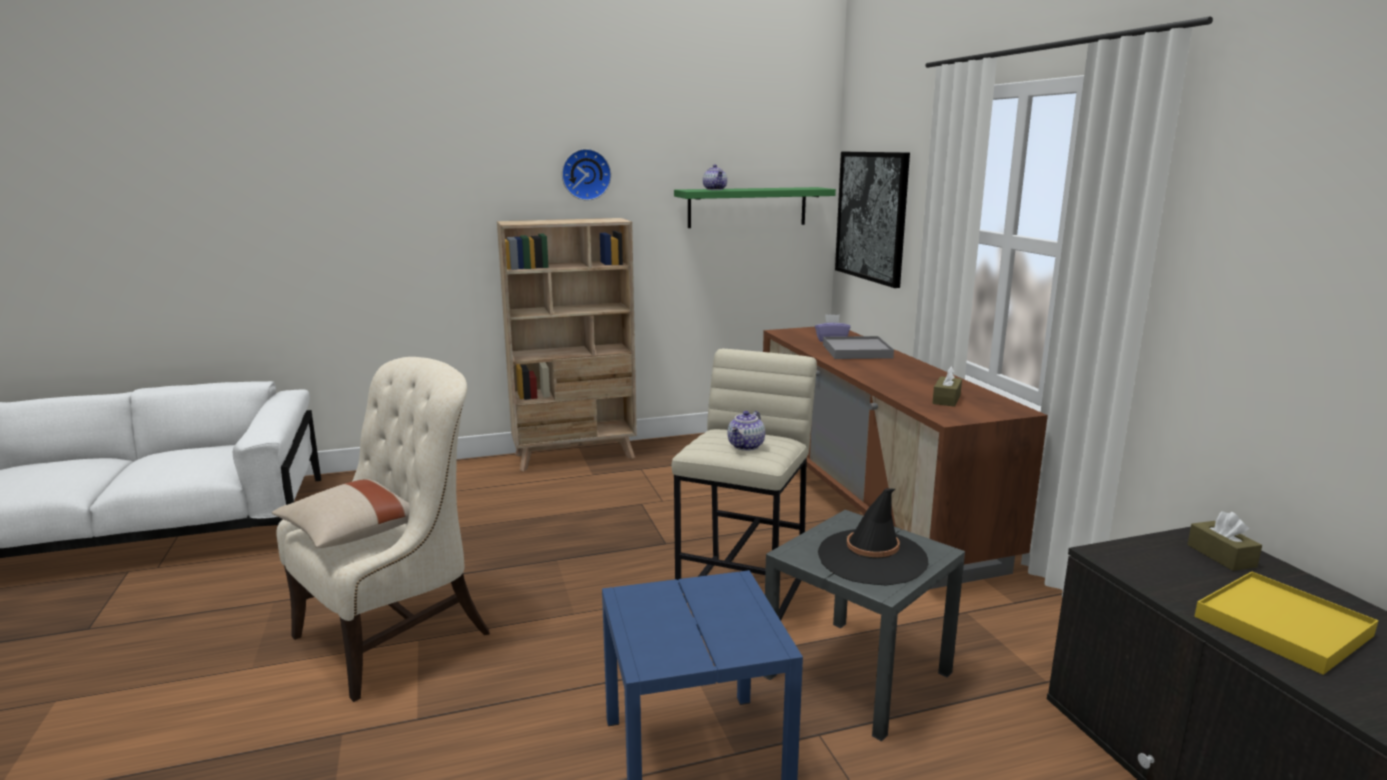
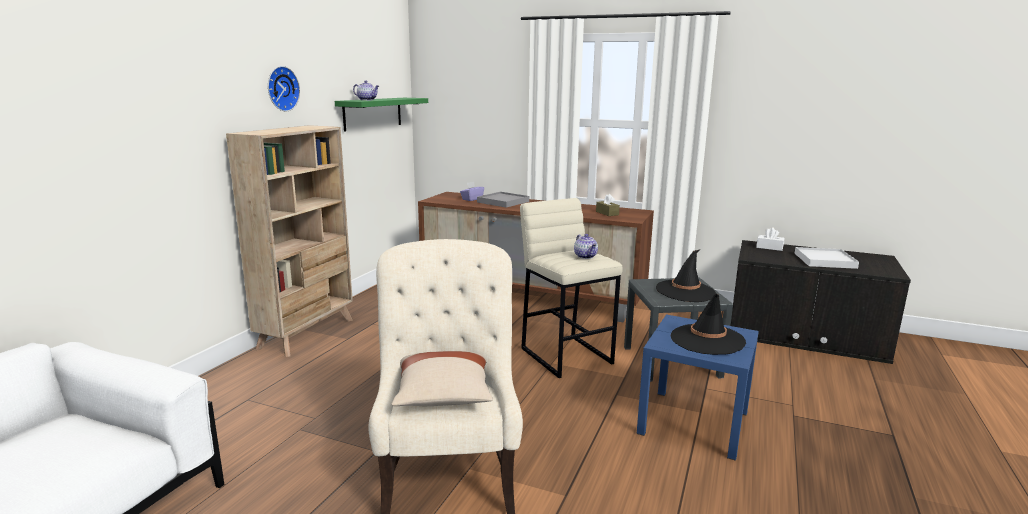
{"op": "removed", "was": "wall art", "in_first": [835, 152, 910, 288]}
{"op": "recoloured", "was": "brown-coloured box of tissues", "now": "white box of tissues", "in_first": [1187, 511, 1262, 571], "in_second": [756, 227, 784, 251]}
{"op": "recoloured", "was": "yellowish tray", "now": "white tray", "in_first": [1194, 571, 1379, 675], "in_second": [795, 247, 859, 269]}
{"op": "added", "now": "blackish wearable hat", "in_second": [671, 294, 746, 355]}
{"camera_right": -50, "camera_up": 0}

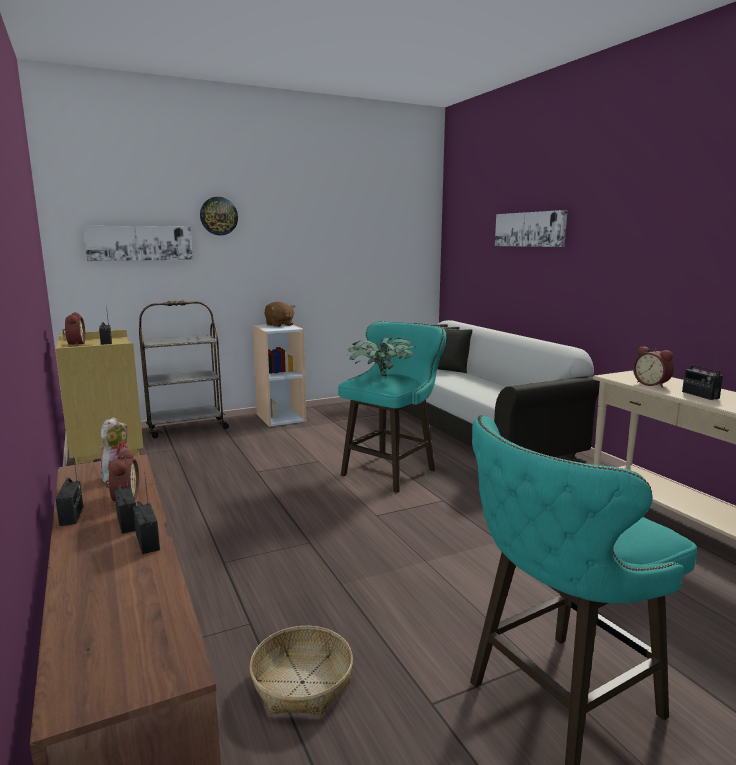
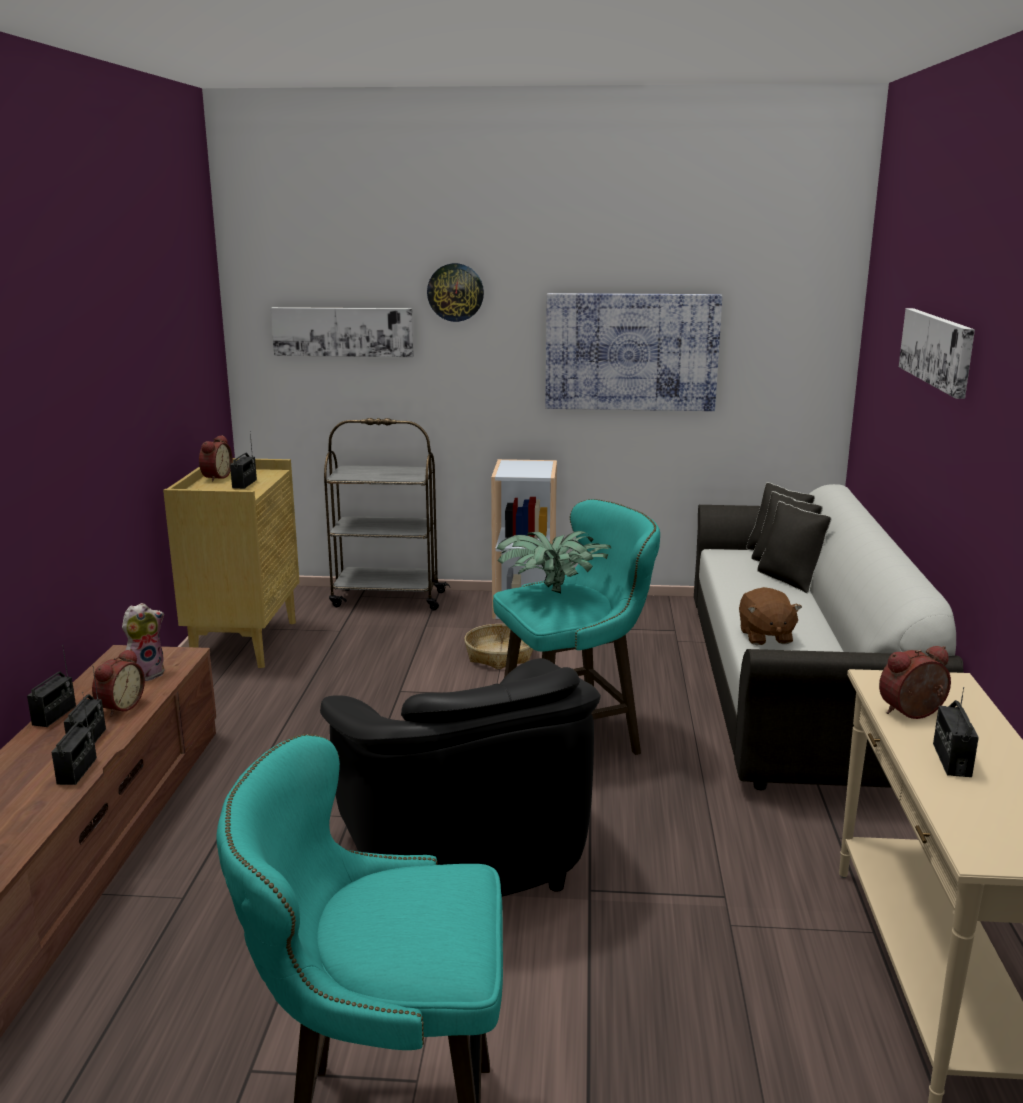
{"op": "moved", "was": "brown-coloured cuddly toy", "in_first": [265, 302, 295, 327], "in_second": [739, 587, 802, 645]}
{"op": "turned", "was": "alarm clock", "in_first": [633, 346, 674, 388], "in_second": [879, 646, 951, 719], "clockwise": 75}
{"op": "moved", "was": "storage basket", "in_first": [250, 626, 353, 716], "in_second": [464, 624, 533, 670]}
{"op": "added", "now": "wall art", "in_second": [546, 293, 722, 411]}
{"op": "added", "now": "blackish easy chair", "in_second": [320, 658, 601, 897]}
{"camera_right": 30, "camera_up": 5}

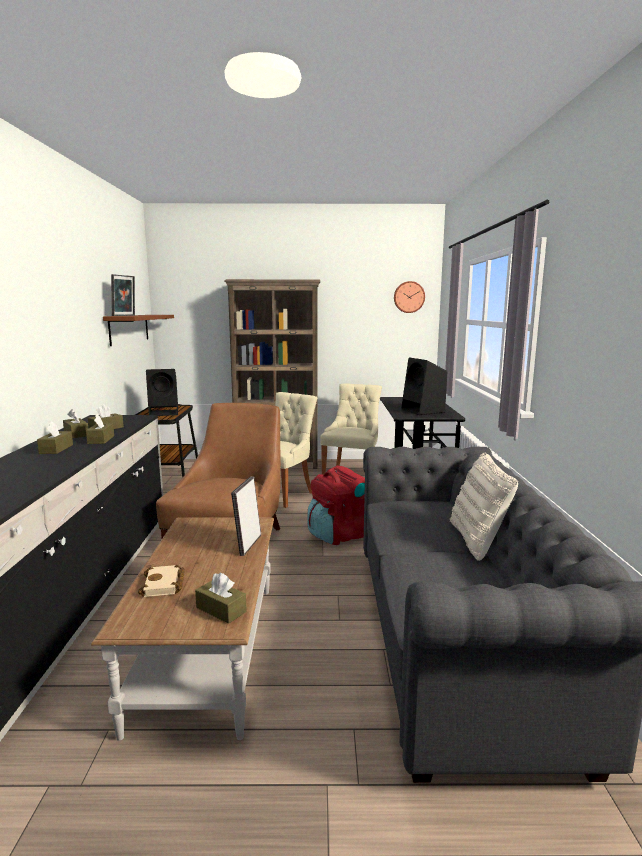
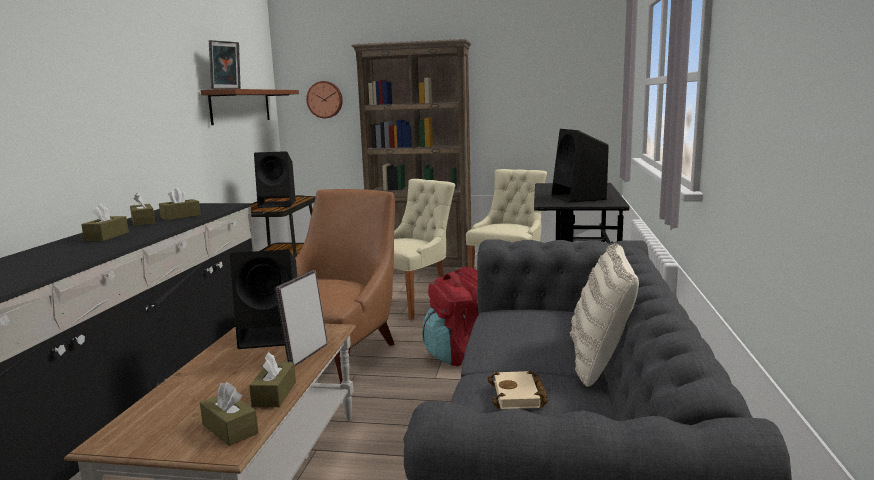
{"op": "moved", "was": "clock on the wall", "in_first": [394, 281, 425, 313], "in_second": [306, 81, 343, 118]}
{"op": "moved", "was": "brown-coloured box of tissues", "in_first": [86, 414, 114, 444], "in_second": [249, 352, 296, 407]}
{"op": "moved", "was": "sand-coloured book", "in_first": [138, 565, 185, 597], "in_second": [487, 371, 548, 409]}
{"op": "added", "now": "blackish audio speaker", "in_second": [230, 249, 297, 349]}
{"camera_right": 10, "camera_up": 0}

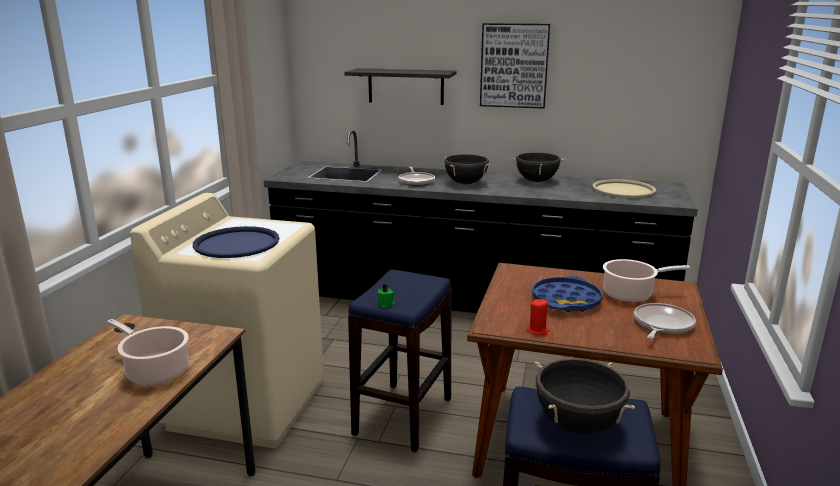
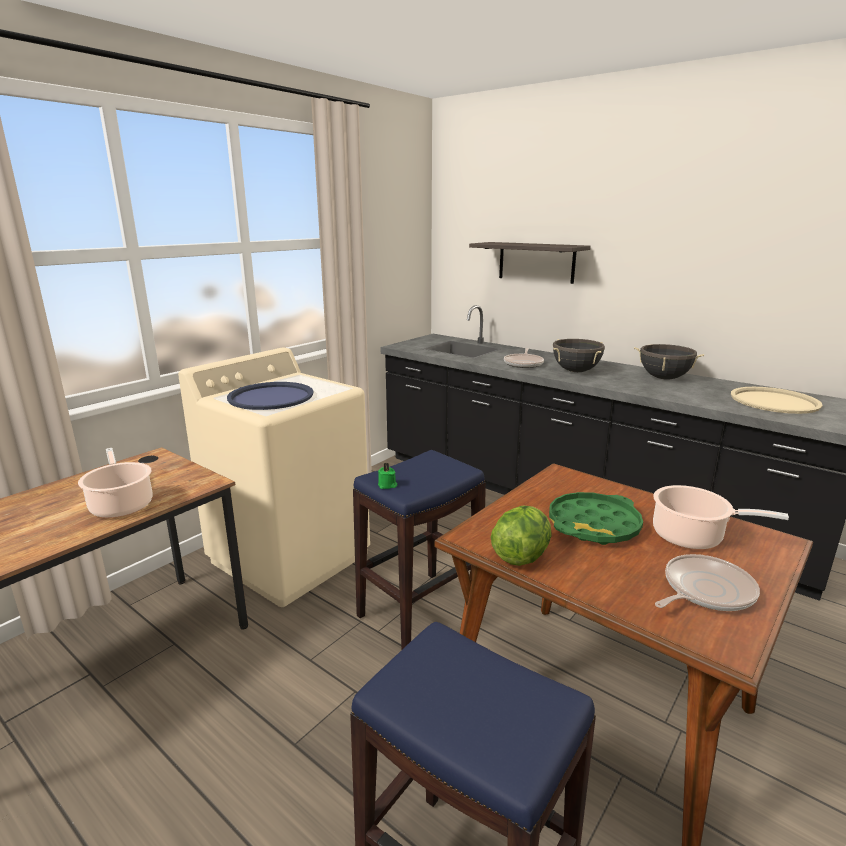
{"op": "removed", "was": "wall art", "in_first": [480, 23, 550, 109]}
{"op": "recoloured", "was": "blue-coloured tray", "now": "green-coloured tray", "in_first": [532, 276, 603, 312], "in_second": [549, 492, 643, 545]}
{"op": "replaced", "was": "red wax candle", "now": "lettuce", "in_first": [527, 299, 550, 335], "in_second": [491, 506, 552, 566]}
{"op": "removed", "was": "blackish stockpot", "in_first": [535, 358, 635, 434]}
{"camera_right": 25, "camera_up": 0}

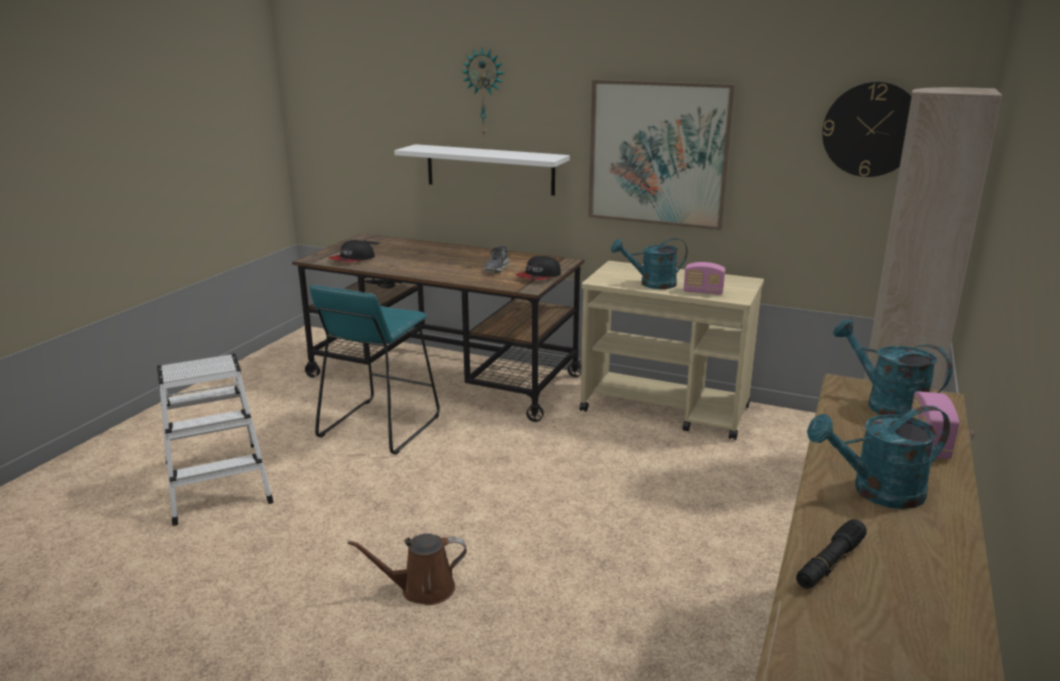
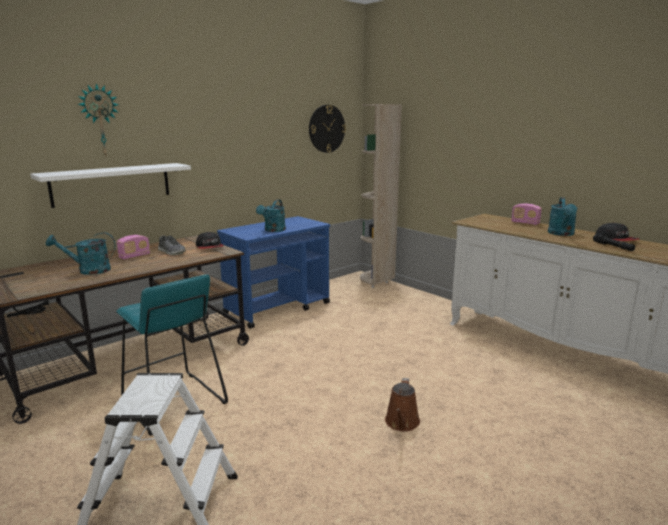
{"op": "removed", "was": "wall art", "in_first": [588, 79, 735, 230]}
{"op": "moved", "was": "cap", "in_first": [328, 240, 375, 262], "in_second": [595, 222, 639, 241]}
{"op": "recoloured", "was": "sand-coloured trolley", "now": "blue-coloured trolley", "in_first": [579, 261, 764, 440], "in_second": [217, 216, 330, 329]}
{"op": "moved", "was": "radio", "in_first": [683, 262, 725, 295], "in_second": [117, 235, 150, 260]}
{"op": "moved", "was": "turquoise watering pot", "in_first": [833, 319, 952, 415], "in_second": [46, 232, 116, 275]}
{"camera_right": -65, "camera_up": -5}

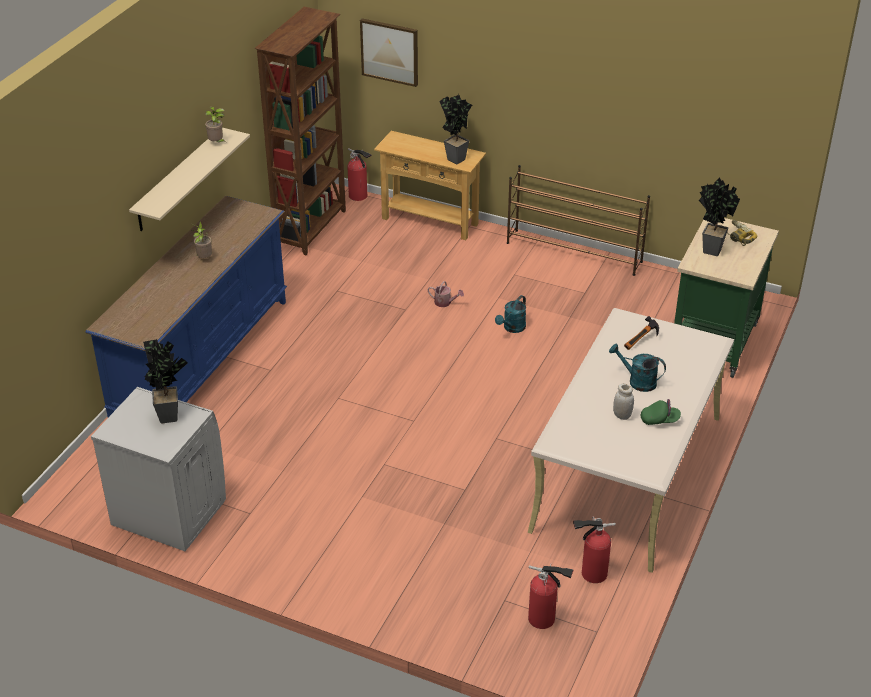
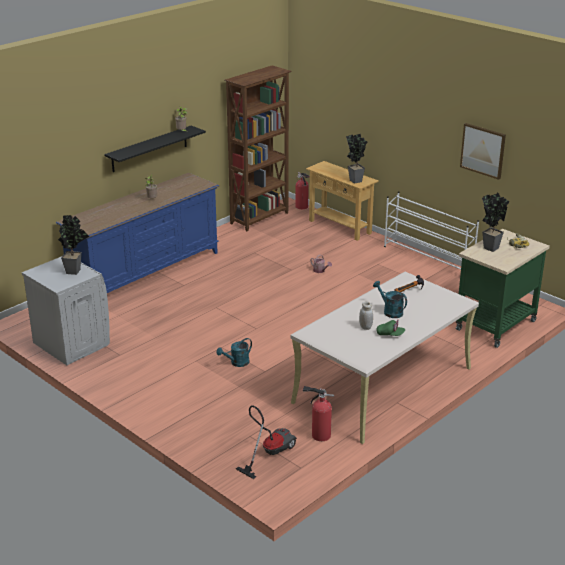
{"op": "moved", "was": "wall art", "in_first": [360, 18, 418, 87], "in_second": [460, 123, 506, 180]}
{"op": "recoloured", "was": "sand-coloured wall shelf", "now": "blackish wall shelf", "in_first": [129, 128, 250, 231], "in_second": [104, 126, 206, 172]}
{"op": "recoloured", "was": "brown-coloured shoe stand", "now": "white shoe stand", "in_first": [507, 165, 650, 276], "in_second": [384, 191, 479, 270]}
{"op": "moved", "was": "turquoise watering pot", "in_first": [495, 295, 526, 333], "in_second": [216, 338, 252, 367]}
{"op": "replaced", "was": "fire extinguisher", "now": "hoover", "in_first": [528, 564, 573, 629], "in_second": [236, 405, 297, 479]}
{"camera_right": 20, "camera_up": -10}

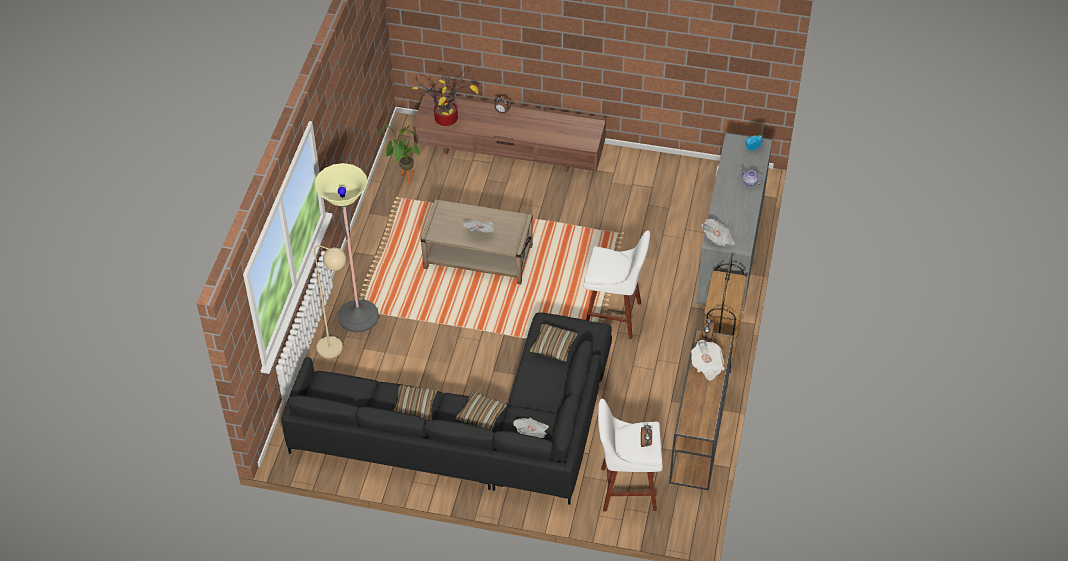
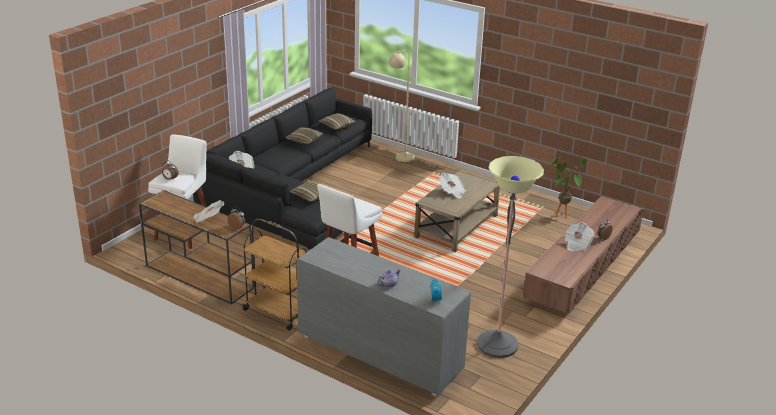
{"op": "removed", "was": "potted plant", "in_first": [411, 69, 479, 126]}
{"op": "moved", "was": "floor lamp", "in_first": [314, 163, 379, 333], "in_second": [477, 156, 544, 358]}
{"op": "moved", "was": "printed paper", "in_first": [702, 219, 735, 246], "in_second": [564, 222, 595, 251]}
{"op": "moved", "was": "cushion", "in_first": [455, 391, 507, 430], "in_second": [319, 113, 356, 130]}
{"camera_right": 110, "camera_up": -20}

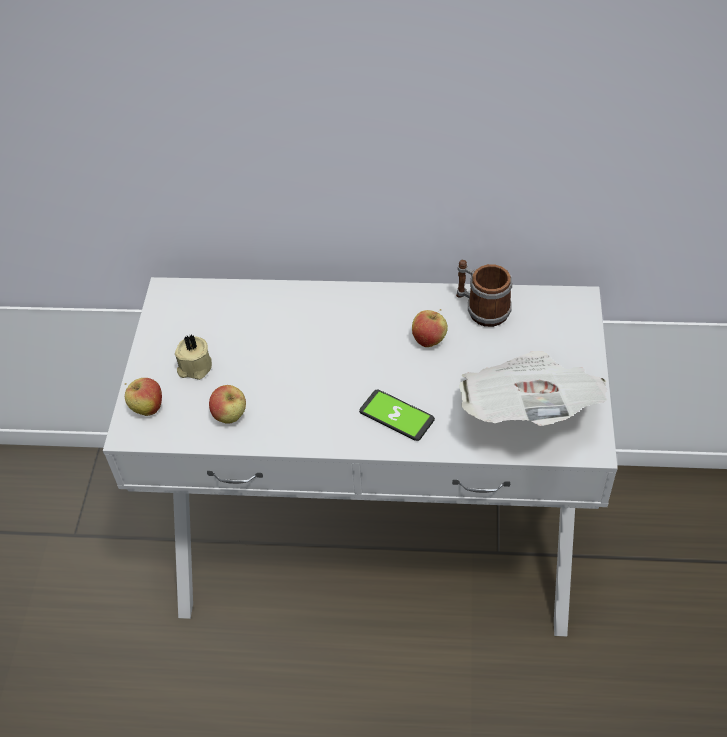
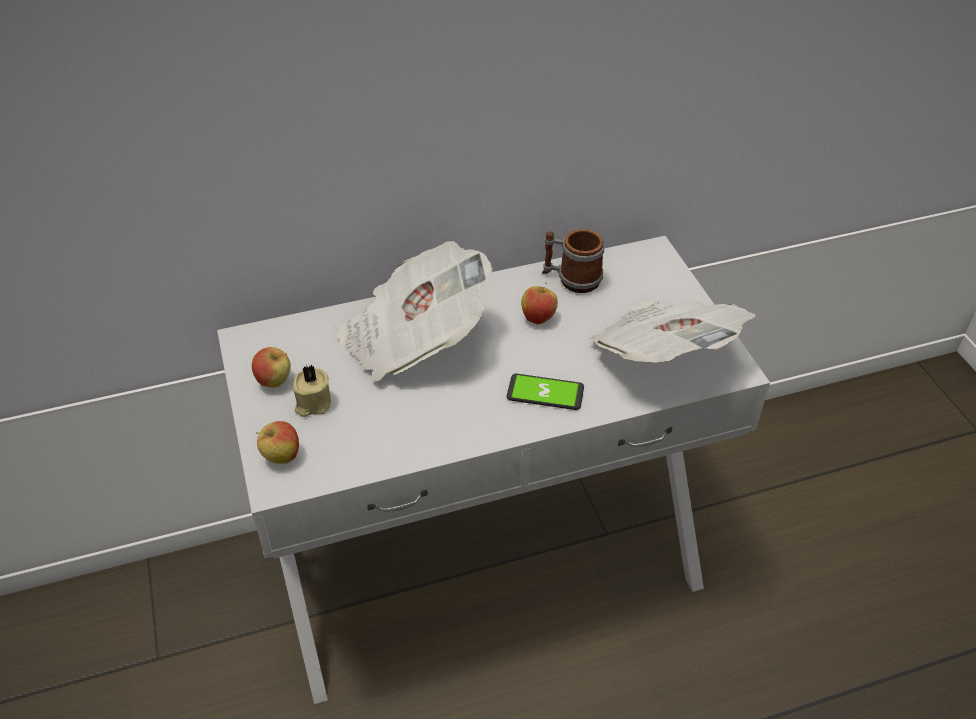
{"op": "moved", "was": "apple", "in_first": [209, 385, 246, 424], "in_second": [252, 347, 291, 388]}
{"op": "added", "now": "printed paper", "in_second": [337, 241, 493, 381]}
{"camera_right": -25, "camera_up": -5}

